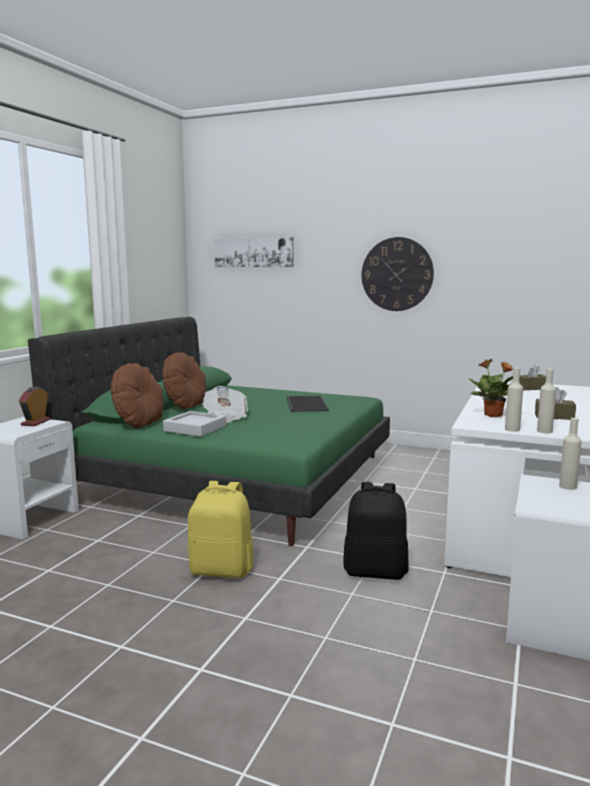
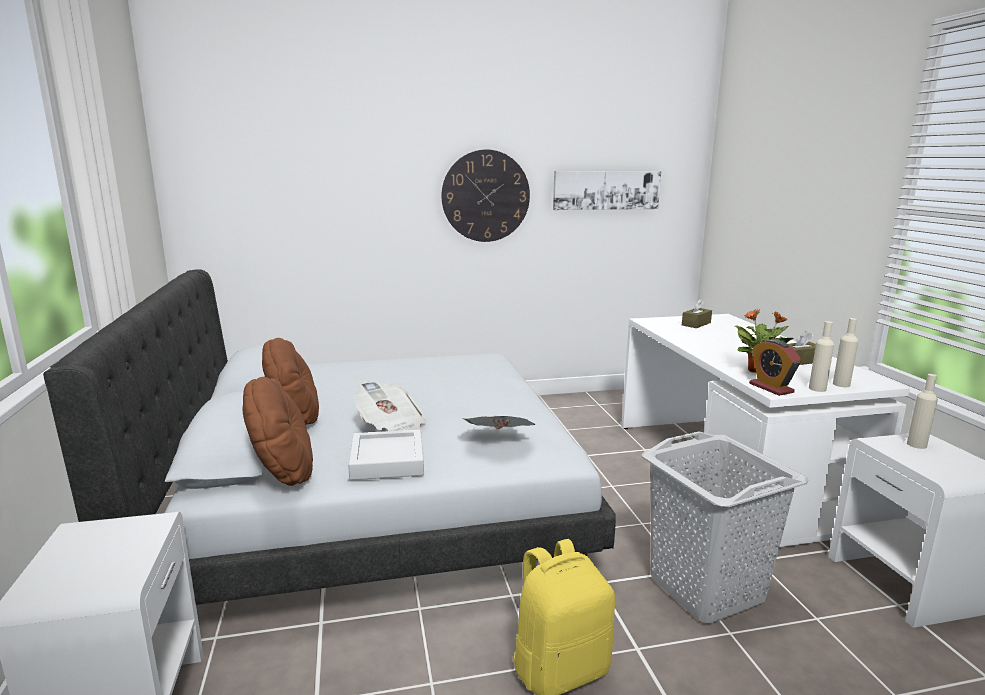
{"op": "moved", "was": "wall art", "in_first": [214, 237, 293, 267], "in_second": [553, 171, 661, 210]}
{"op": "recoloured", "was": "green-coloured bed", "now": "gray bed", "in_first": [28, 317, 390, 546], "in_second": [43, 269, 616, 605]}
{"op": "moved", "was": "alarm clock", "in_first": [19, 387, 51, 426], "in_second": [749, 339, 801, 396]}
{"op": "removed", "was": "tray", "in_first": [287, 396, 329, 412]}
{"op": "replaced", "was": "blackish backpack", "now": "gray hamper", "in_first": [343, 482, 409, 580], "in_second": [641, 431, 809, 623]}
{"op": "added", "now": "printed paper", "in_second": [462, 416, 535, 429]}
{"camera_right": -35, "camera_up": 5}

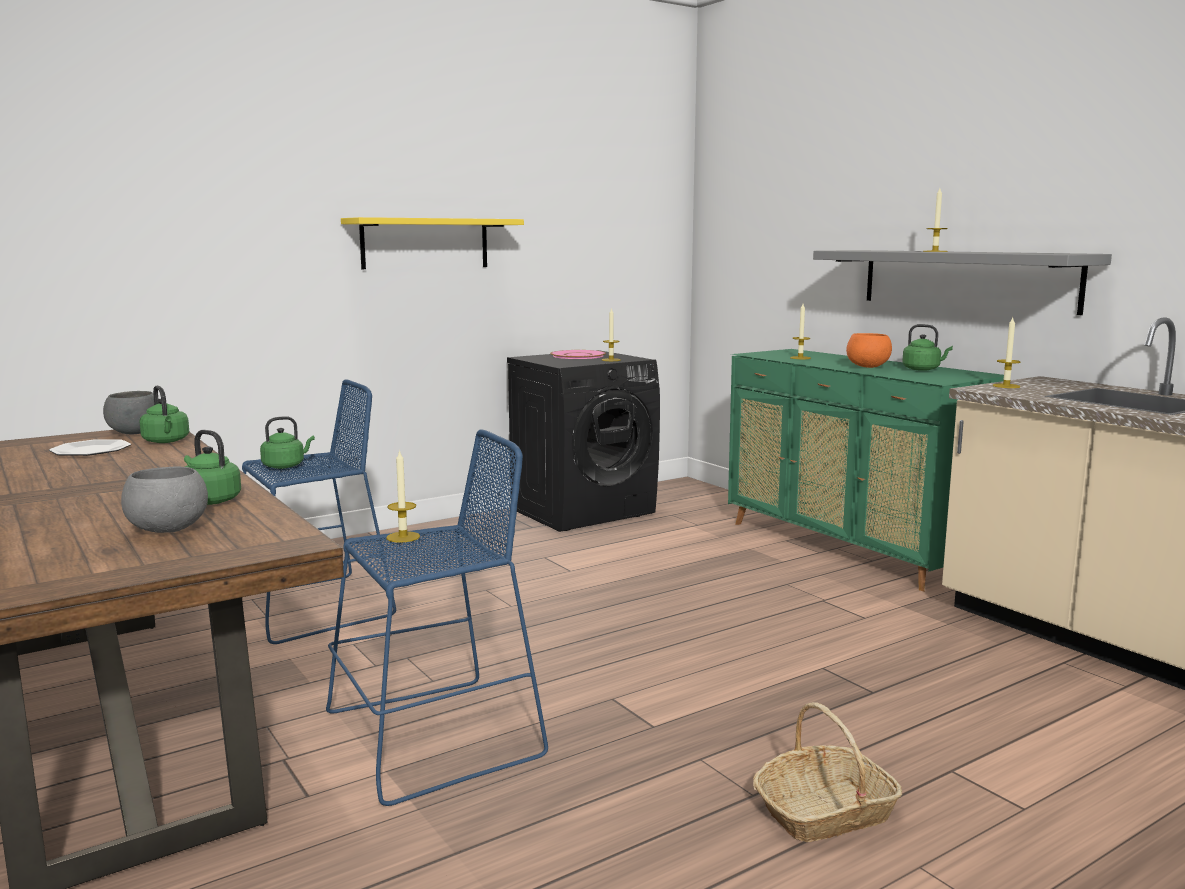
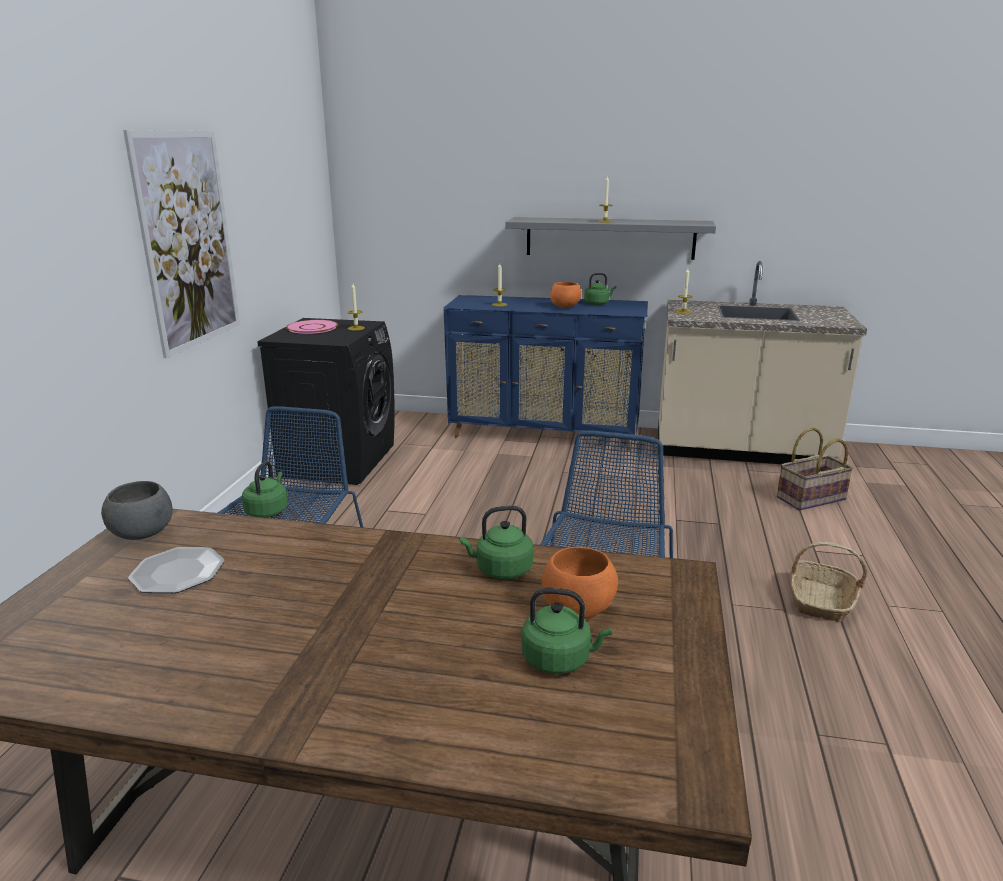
{"op": "replaced", "was": "yellowish wall shelf", "now": "wall art", "in_first": [341, 217, 524, 269], "in_second": [123, 130, 240, 358]}
{"op": "recoloured", "was": "green-coloured cupboard", "now": "blue-coloured cupboard", "in_first": [728, 349, 1004, 591], "in_second": [443, 295, 648, 451]}
{"op": "moved", "was": "green-coloured kettle", "in_first": [139, 386, 189, 443], "in_second": [522, 588, 612, 674]}
{"op": "removed", "was": "wax candle", "in_first": [386, 450, 420, 543]}
{"op": "recoloured", "was": "gray serving bowl", "now": "orangey serving bowl", "in_first": [121, 466, 208, 533], "in_second": [542, 547, 618, 619]}
{"op": "added", "now": "storage basket", "in_second": [777, 427, 853, 510]}
{"camera_right": -45, "camera_up": 10}

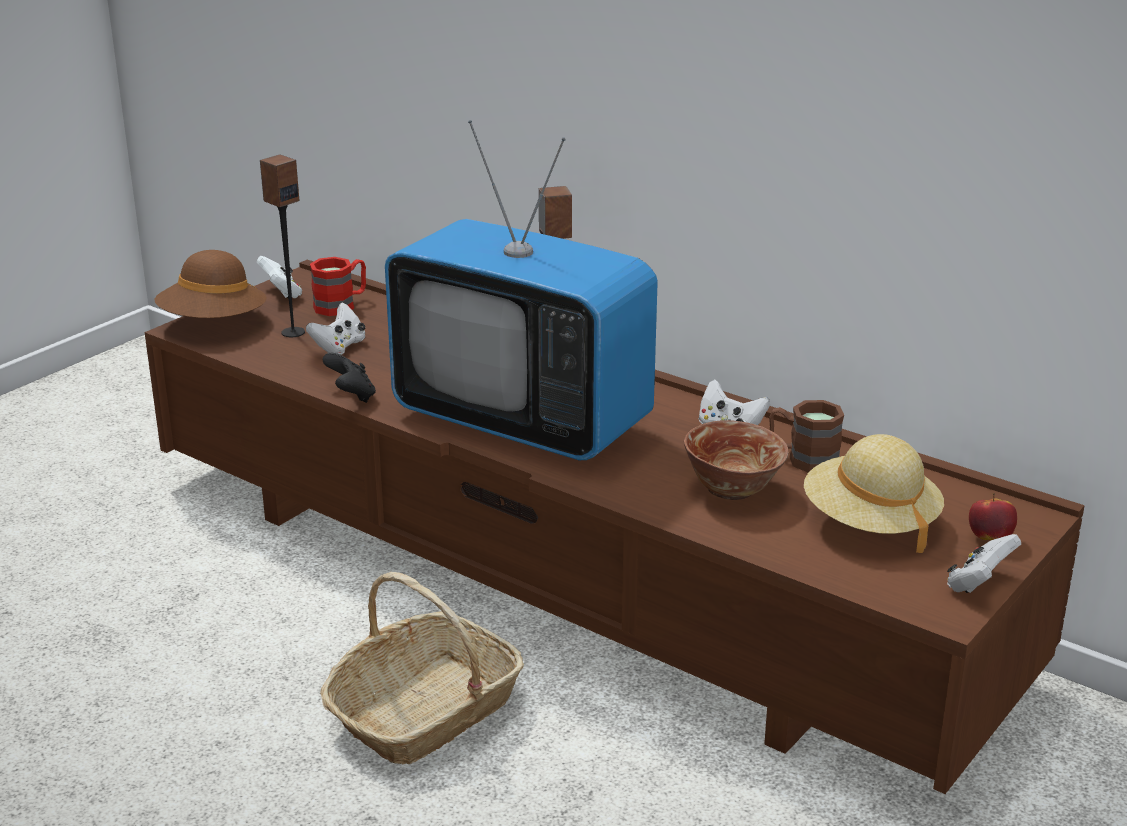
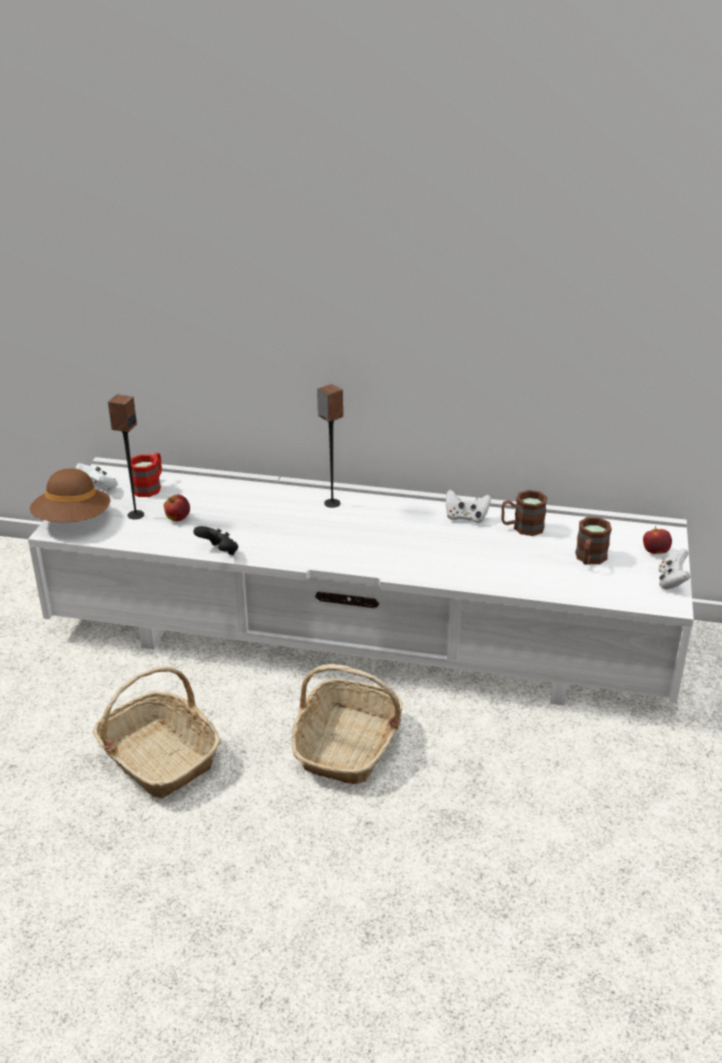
{"op": "removed", "was": "TV", "in_first": [385, 120, 658, 460]}
{"op": "recoloured", "was": "brown-coloured tv unit", "now": "white tv unit", "in_first": [145, 260, 1085, 794], "in_second": [28, 457, 694, 706]}
{"op": "replaced", "was": "white joypad", "now": "apple", "in_first": [306, 303, 365, 355], "in_second": [164, 495, 190, 521]}
{"op": "removed", "was": "serving bowl", "in_first": [684, 420, 789, 500]}
{"op": "replaced", "was": "sand-coloured wearable hat", "now": "brown-coloured coffee mug", "in_first": [804, 434, 944, 553], "in_second": [575, 517, 612, 565]}
{"op": "added", "now": "storage basket", "in_second": [93, 666, 221, 798]}
{"camera_right": -25, "camera_up": 5}

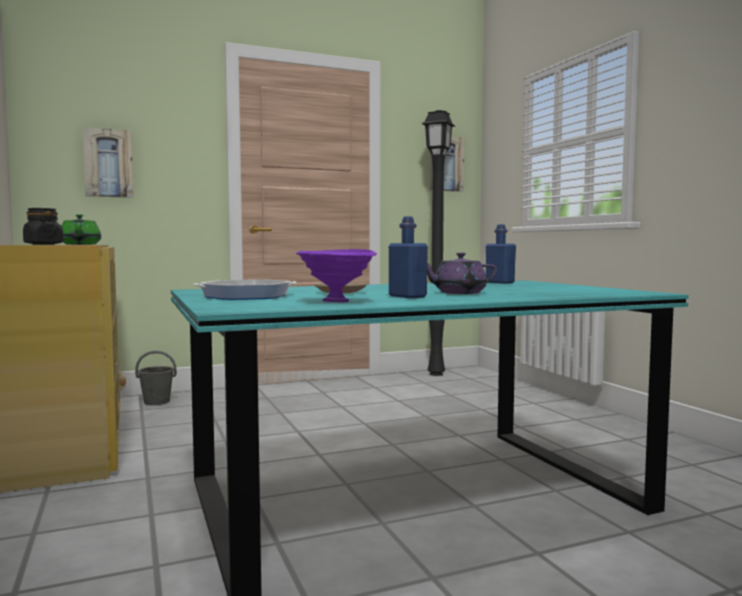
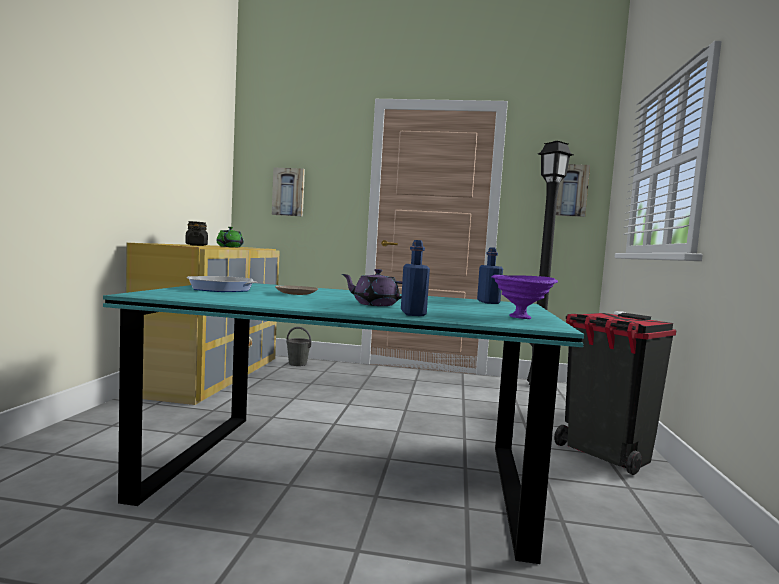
{"op": "moved", "was": "blue-coloured bottle", "in_first": [389, 216, 428, 298], "in_second": [401, 240, 430, 316]}
{"op": "moved", "was": "purple serving bowl", "in_first": [296, 249, 377, 302], "in_second": [491, 275, 558, 319]}
{"op": "added", "now": "blackish trash can", "in_second": [554, 313, 676, 475]}
{"camera_right": 30, "camera_up": 0}

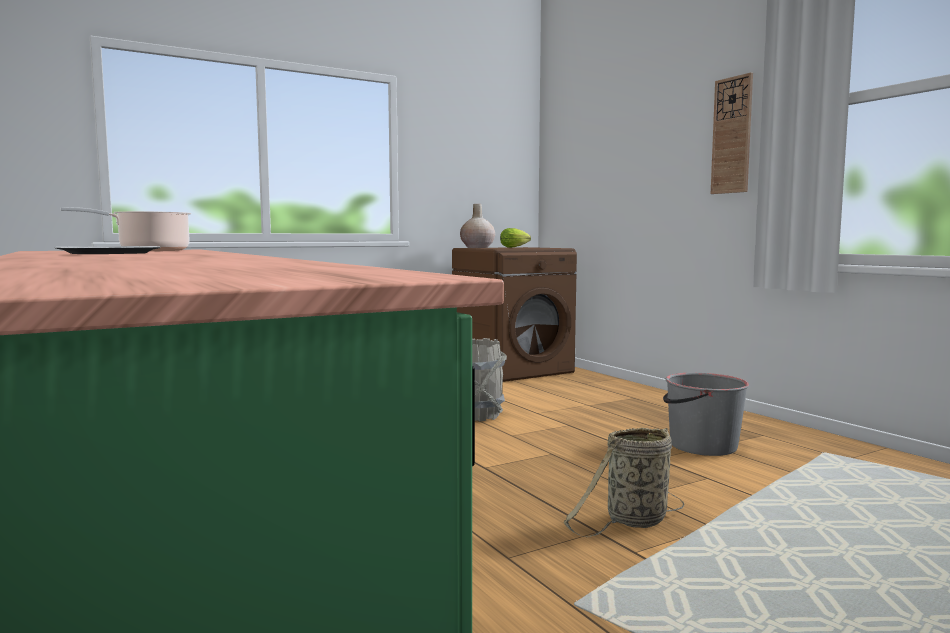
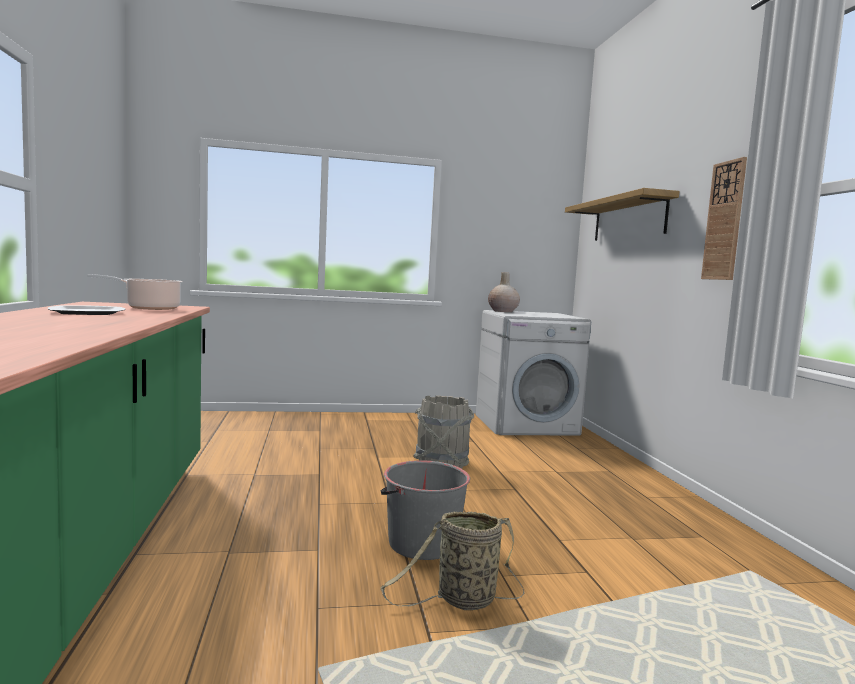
{"op": "removed", "was": "lettuce", "in_first": [500, 228, 531, 248]}
{"op": "recoloured", "was": "brown-coloured washing machine", "now": "white washing machine", "in_first": [452, 247, 577, 382], "in_second": [476, 310, 591, 435]}
{"op": "moved", "was": "gray bucket", "in_first": [663, 373, 749, 456], "in_second": [381, 460, 470, 560]}
{"op": "added", "now": "wall shelf", "in_second": [565, 188, 680, 241]}
{"camera_right": 20, "camera_up": 0}

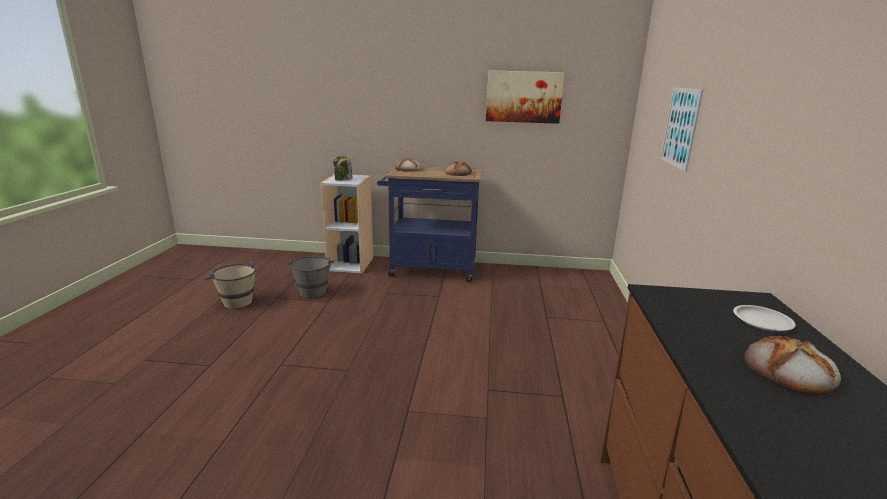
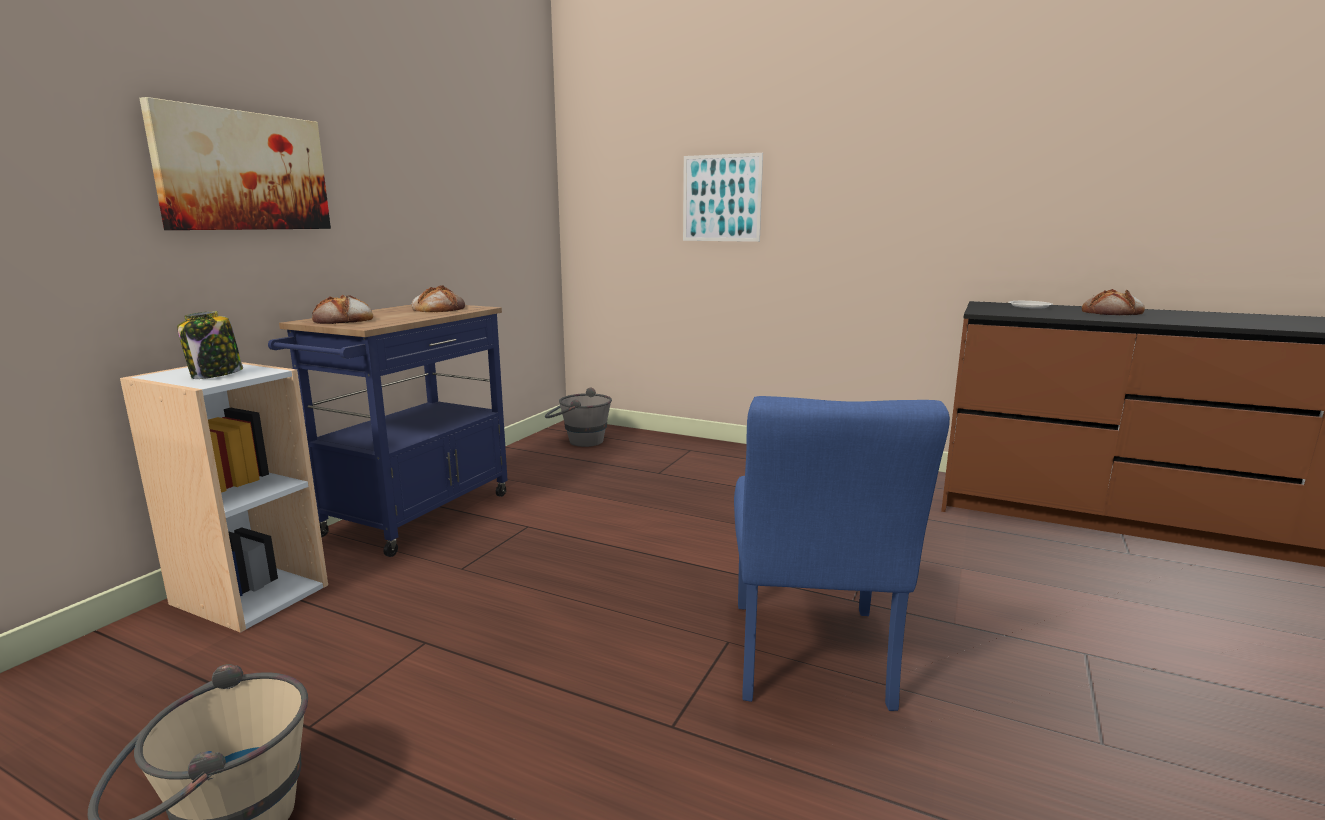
{"op": "moved", "was": "wall art", "in_first": [486, 70, 565, 124], "in_second": [139, 97, 331, 230]}
{"op": "moved", "was": "gray bucket", "in_first": [288, 256, 334, 298], "in_second": [545, 388, 612, 447]}
{"op": "added", "now": "blue-coloured chair", "in_second": [734, 396, 950, 711]}
{"camera_right": -70, "camera_up": -5}

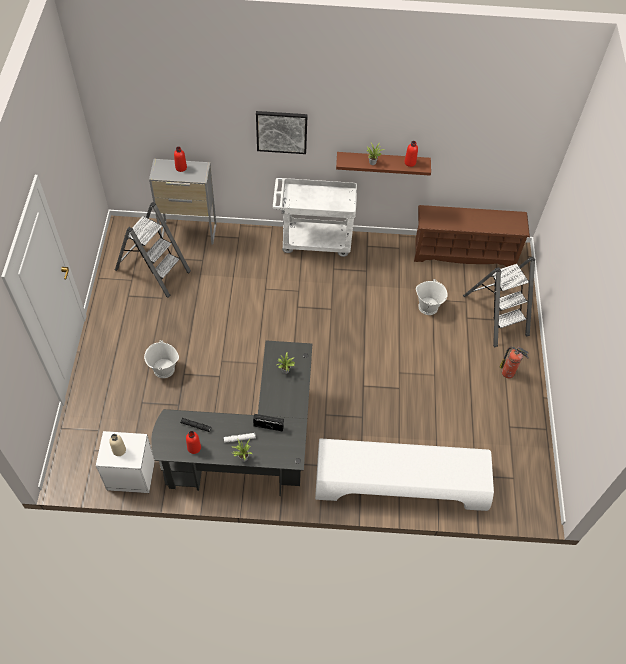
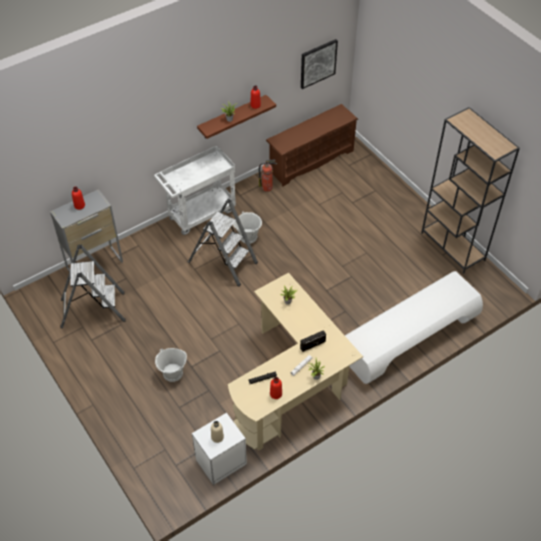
{"op": "moved", "was": "wall art", "in_first": [256, 111, 308, 154], "in_second": [301, 39, 338, 89]}
{"op": "moved", "was": "gray step ladder", "in_first": [463, 257, 535, 347], "in_second": [188, 198, 258, 287]}
{"op": "moved", "was": "white bucket", "in_first": [416, 279, 448, 315], "in_second": [233, 212, 262, 244]}
{"op": "recoloured", "was": "blackish desk table", "now": "sand-coloured desk table", "in_first": [151, 341, 312, 496], "in_second": [228, 273, 363, 451]}
{"op": "moved", "was": "fire extinguisher", "in_first": [500, 347, 529, 378], "in_second": [259, 160, 277, 192]}
{"op": "added", "now": "shelving unit", "in_second": [421, 107, 520, 273]}
{"camera_right": -35, "camera_up": -5}

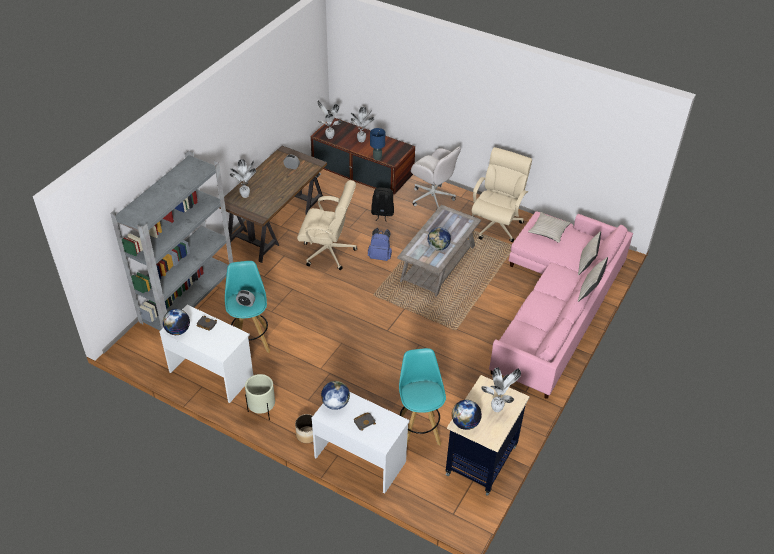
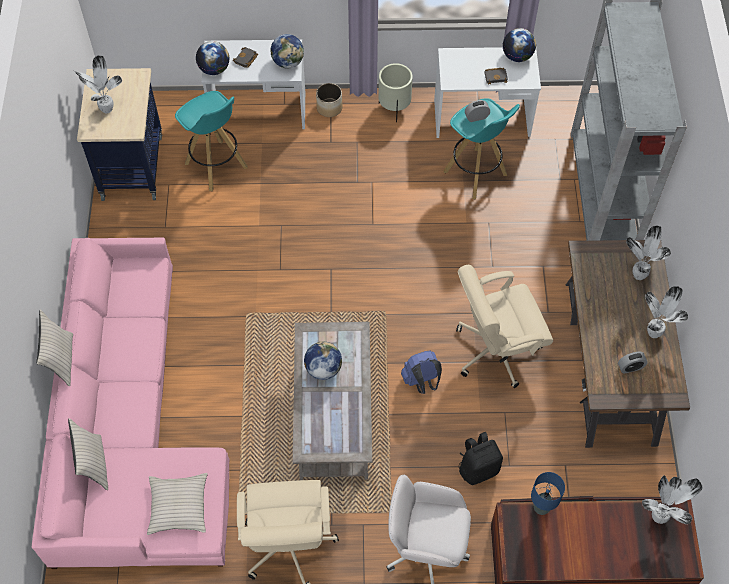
{"op": "moved", "was": "potted plant", "in_first": [350, 107, 374, 142], "in_second": [645, 286, 688, 338]}
{"op": "moved", "was": "globe", "in_first": [452, 400, 482, 430], "in_second": [196, 41, 229, 75]}
{"camera_right": 150, "camera_up": 15}

